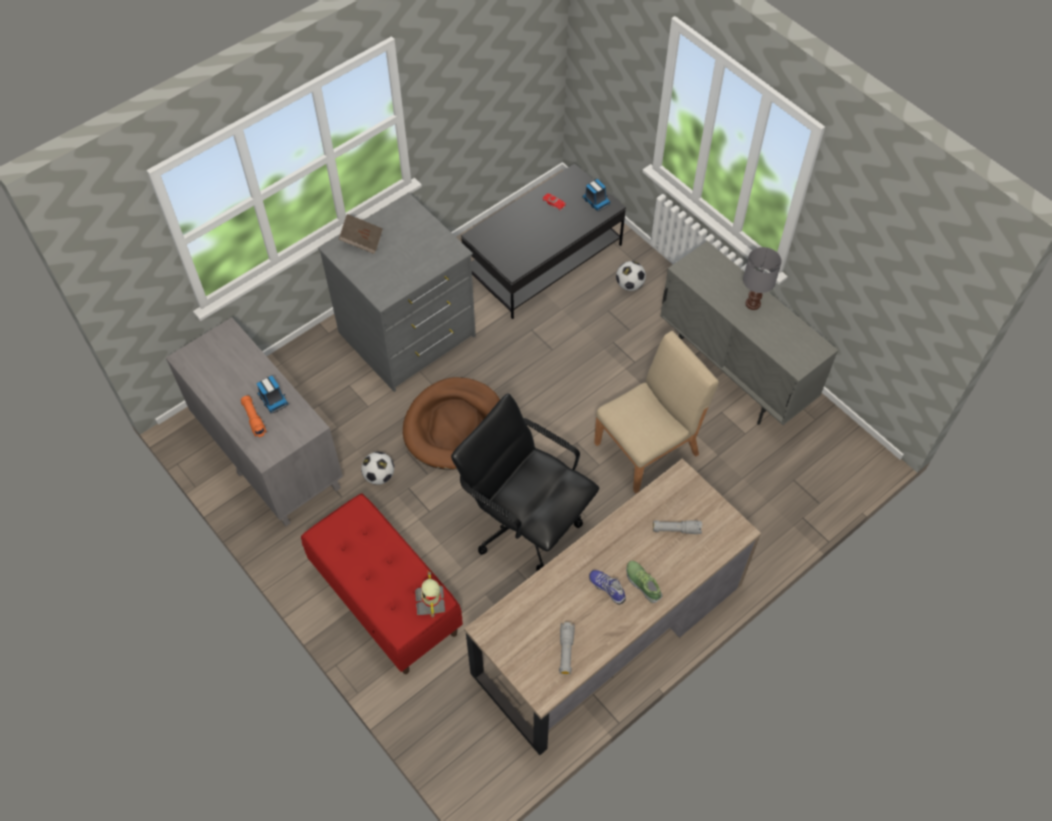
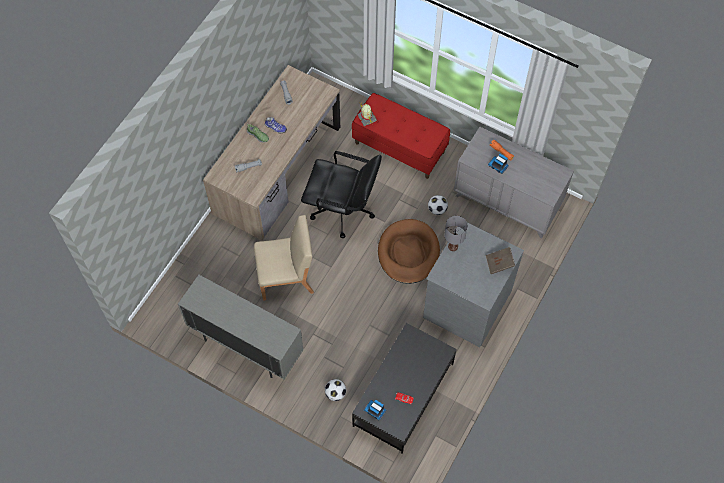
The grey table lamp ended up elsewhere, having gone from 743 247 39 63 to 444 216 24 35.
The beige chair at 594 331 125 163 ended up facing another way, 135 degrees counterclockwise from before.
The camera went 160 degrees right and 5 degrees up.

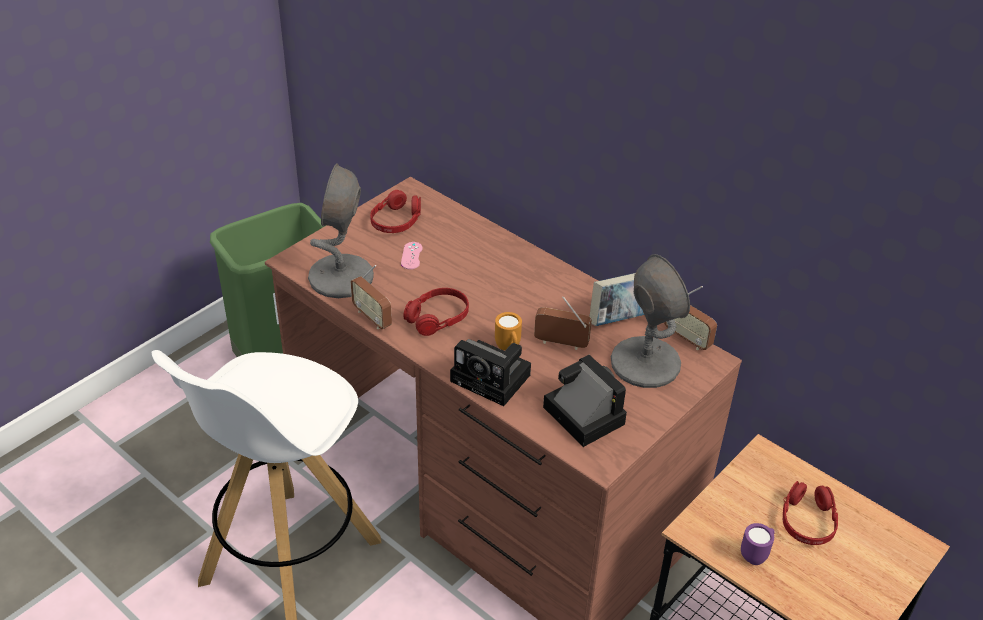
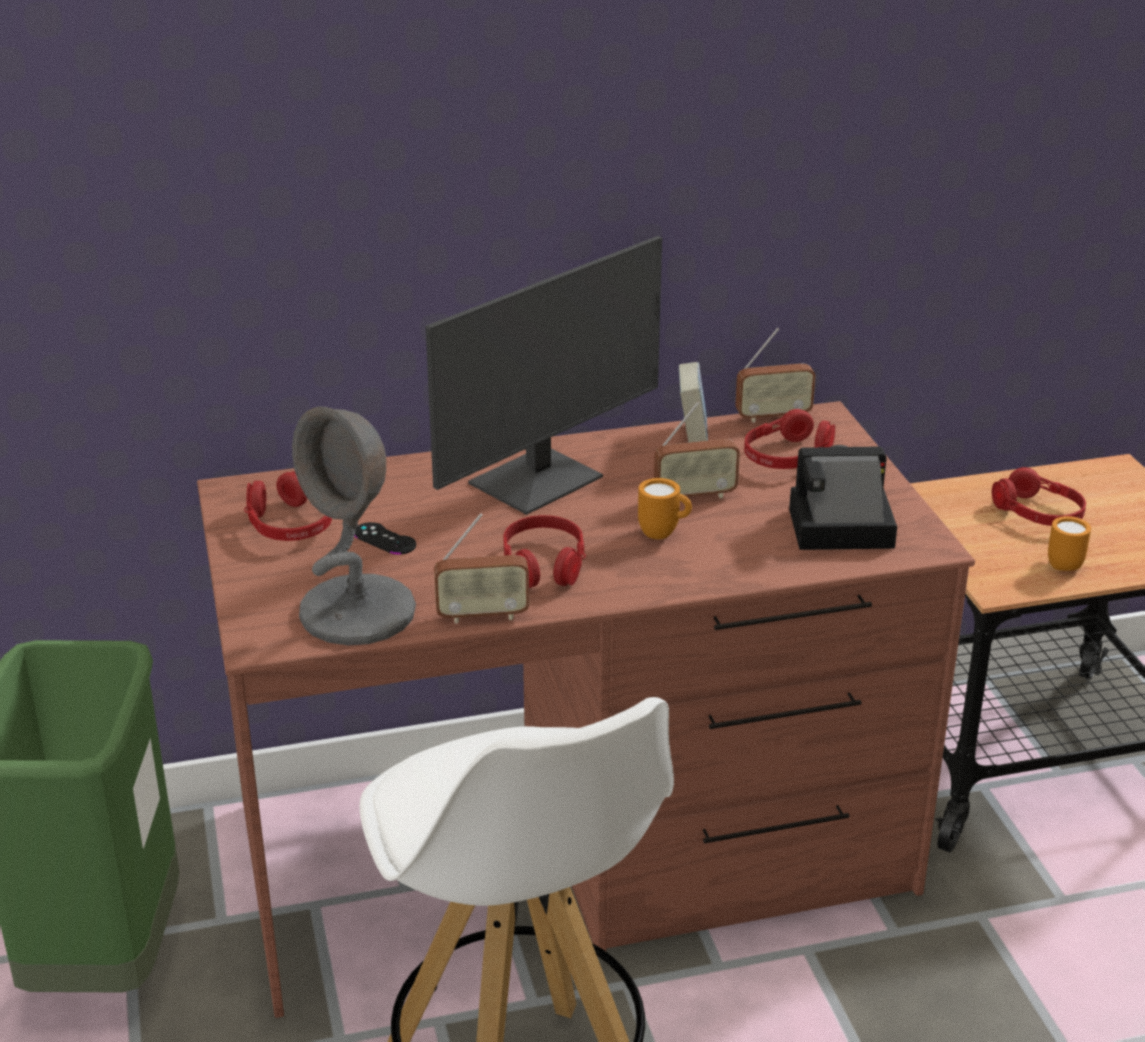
The second view lost the photo camera at 450 339 81 67.
The second view gained the monitor at 425 236 237 279.
Where the grey table lamp stood at 611 254 79 134, the red headphones came to stand at 744 409 91 60.
What was the pink game controller at 401 242 22 27 turned into the black game controller at 354 522 62 33.
What was the purple mug at 741 523 34 42 turned into the orange mug at 1048 516 43 55.
The radio at 534 296 58 54 ended up facing another way, 150 degrees counterclockwise from before.
The camera went 55 degrees left and 10 degrees down.

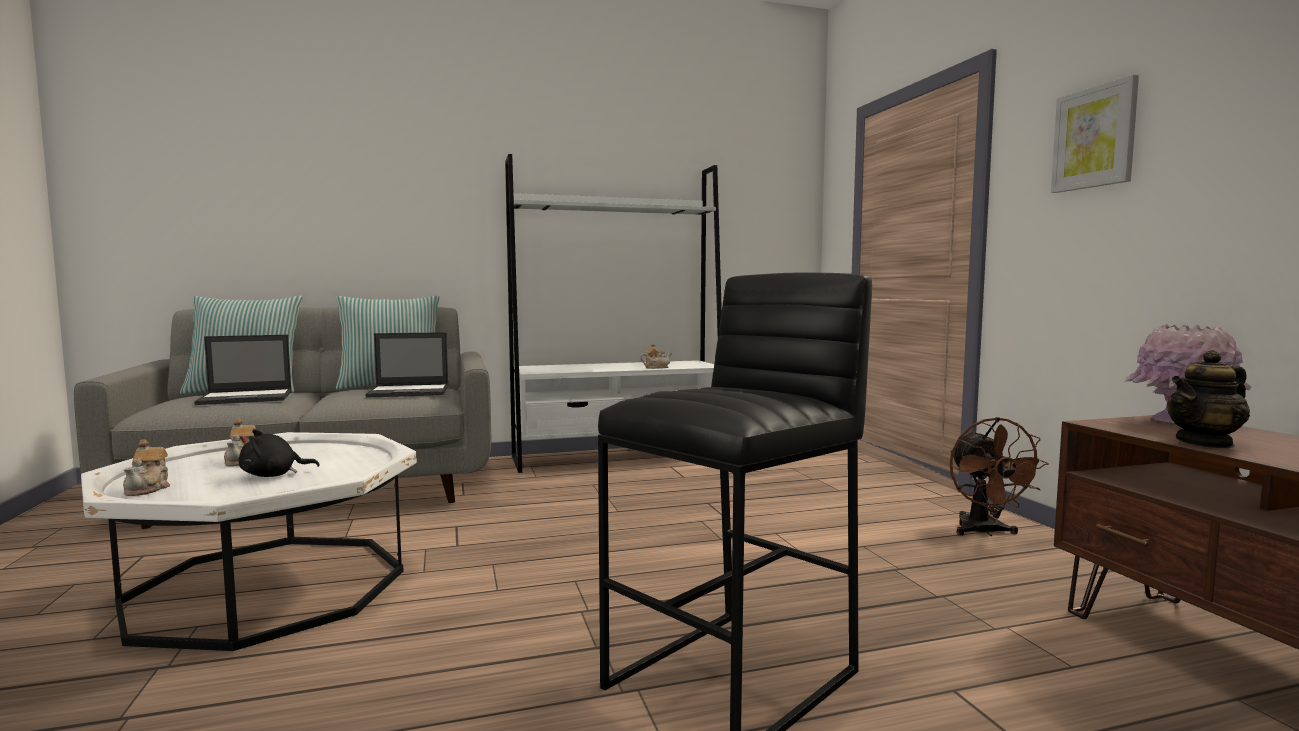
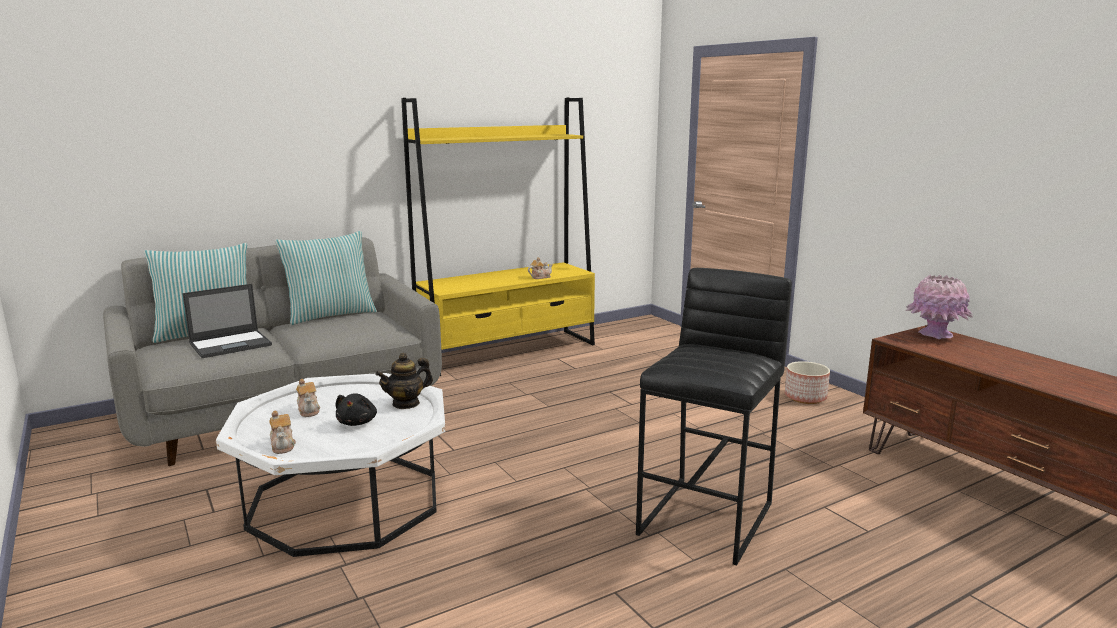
The second view lost the laptop at 365 332 83 65.
The second view lost the picture at 1051 75 88 118.
The teapot ended up elsewhere, having gone from 1167 350 83 98 to 375 353 58 56.
Where the brown fan stood at 950 417 99 119, the planter came to stand at 785 361 45 43.
What was the white bookcase at 505 154 217 319 turned into the yellow bookcase at 401 97 194 279.
The black plush toy at 239 429 81 48 ended up facing another way, 45 degrees counterclockwise from before.
The camera went 15 degrees left and 10 degrees up.

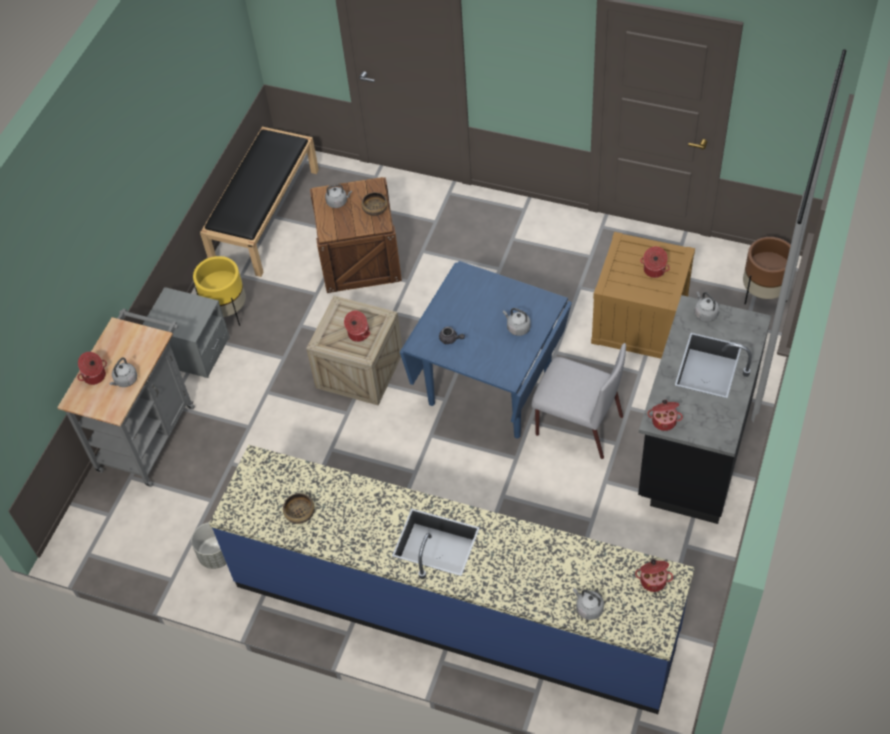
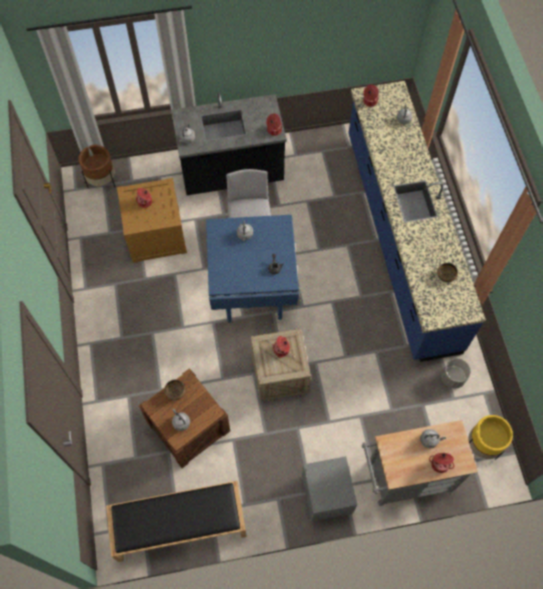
The yellow planter ended up elsewhere, having gone from 193 256 53 70 to 468 415 45 45.
The camera went 125 degrees left and 10 degrees up.

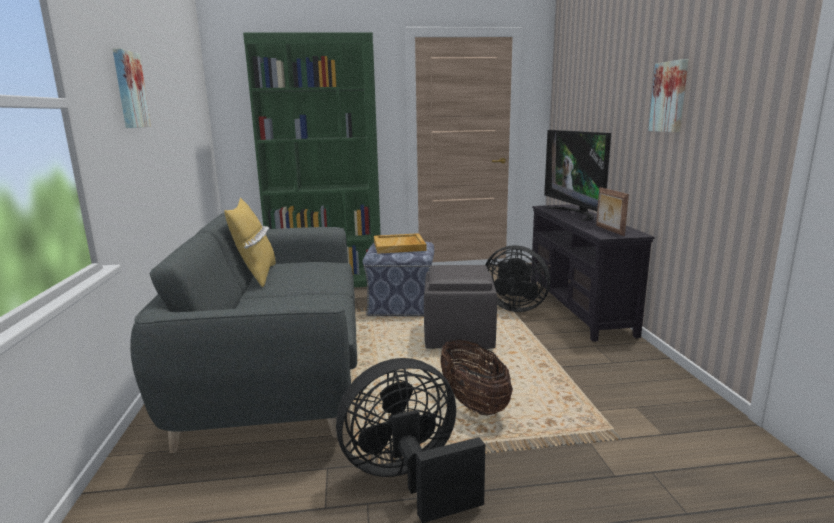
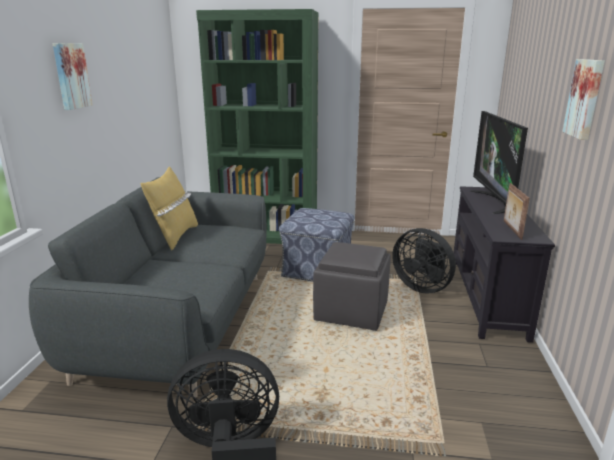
The second view lost the beige tray at 374 233 52 21.
The second view lost the basket at 440 339 73 76.
The camera went 15 degrees right and 5 degrees up.

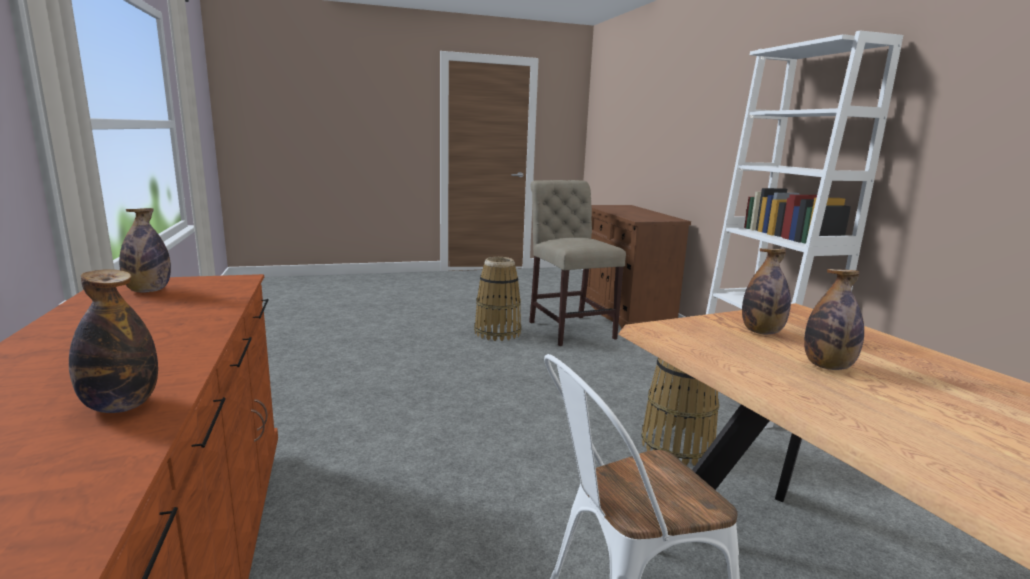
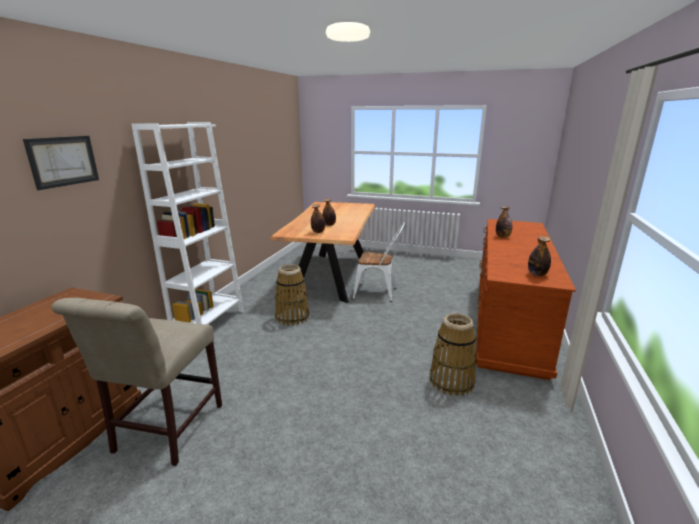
The second view gained the picture at 23 136 76 54.
The basket ended up elsewhere, having gone from 474 257 47 84 to 430 313 47 83.
The camera went 145 degrees left and 5 degrees up.

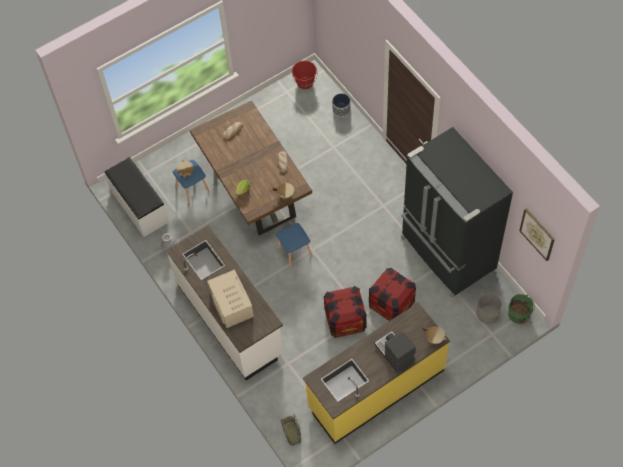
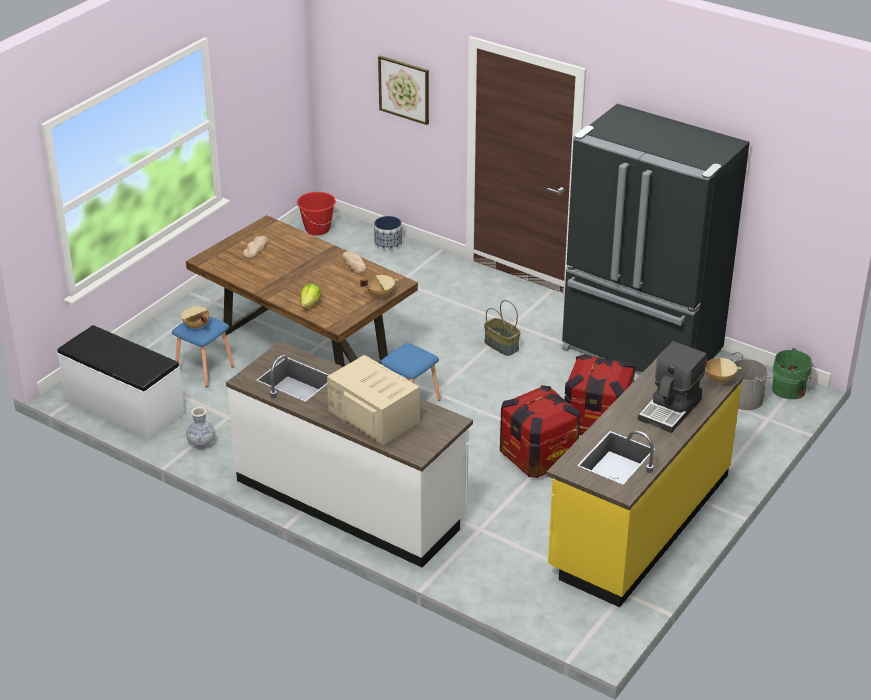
The basket ended up elsewhere, having gone from 281 414 20 32 to 484 300 37 56.
The picture ended up elsewhere, having gone from 519 208 36 53 to 378 56 51 69.
The coffee machine at 374 331 42 42 ended up facing another way, 90 degrees counterclockwise from before.
The camera went 25 degrees left and 25 degrees down.

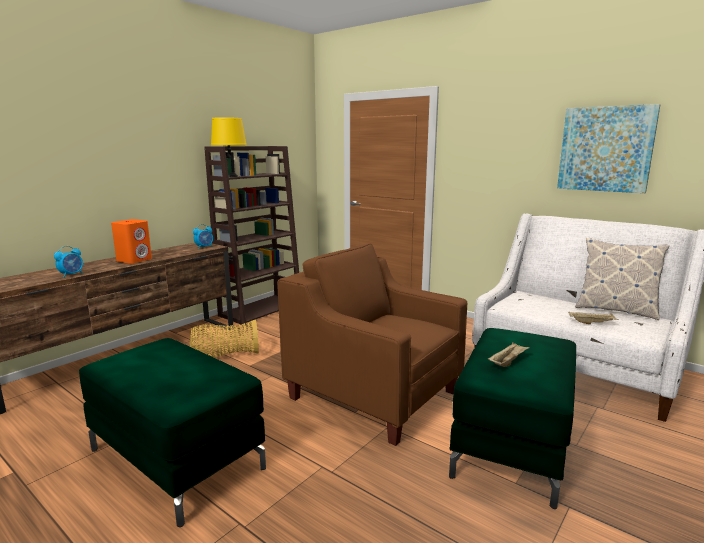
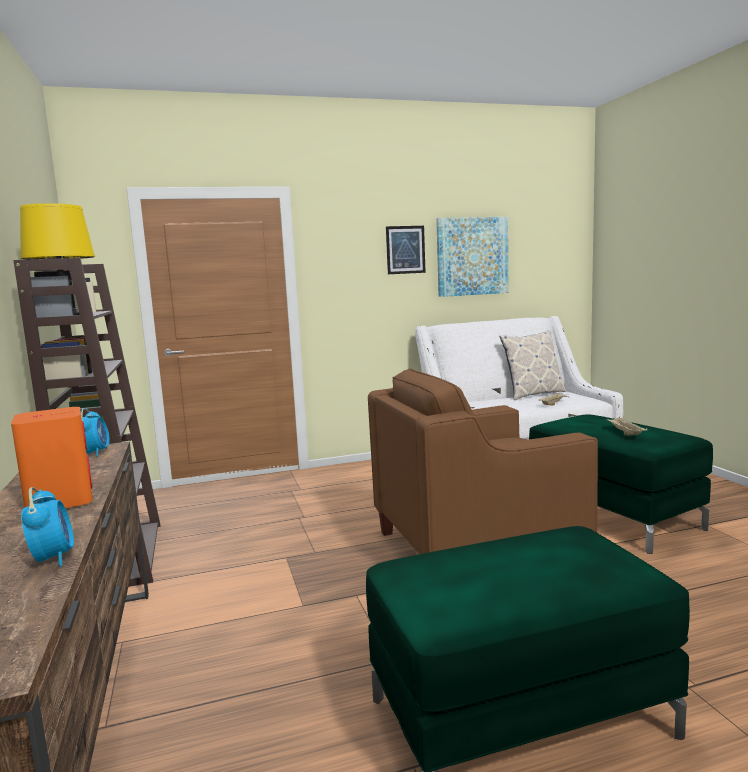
The second view lost the basket at 190 319 69 39.
The second view gained the picture at 386 226 40 48.
The camera went 55 degrees left and 5 degrees down.

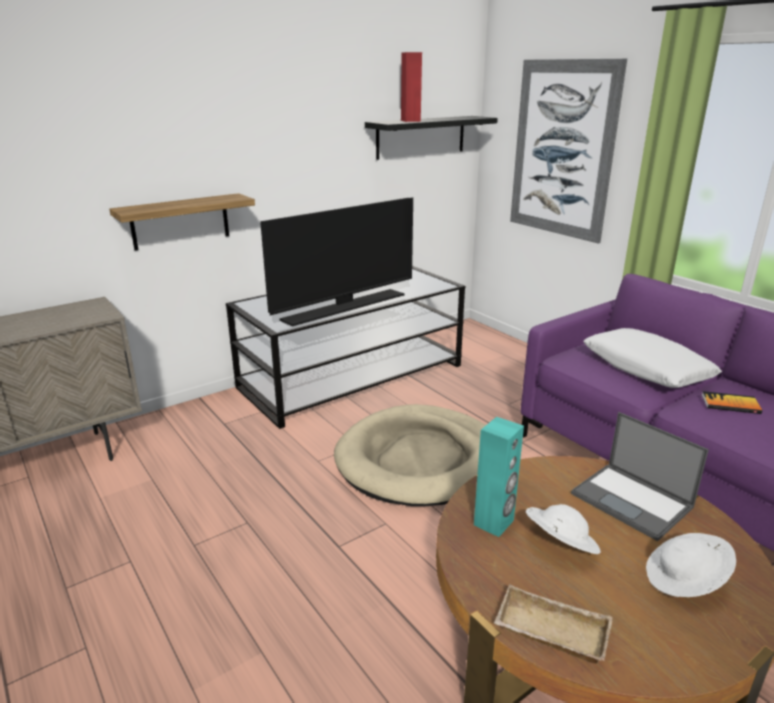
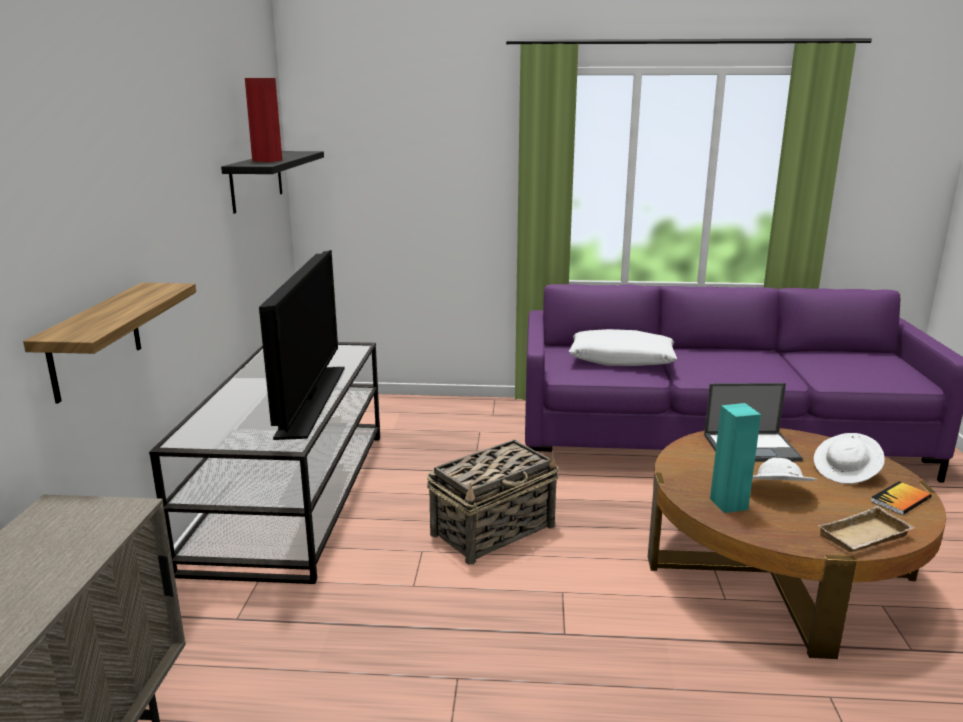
The second view lost the picture at 510 59 117 185.
The book ended up elsewhere, having gone from 702 391 60 23 to 870 481 62 34.
Where the beige dog bed stood at 334 404 152 102, the basket came to stand at 427 439 132 126.
The camera went 50 degrees left and 5 degrees down.

